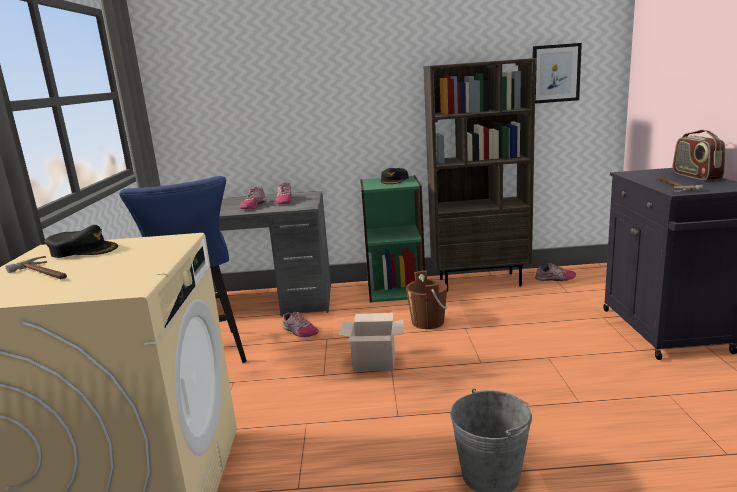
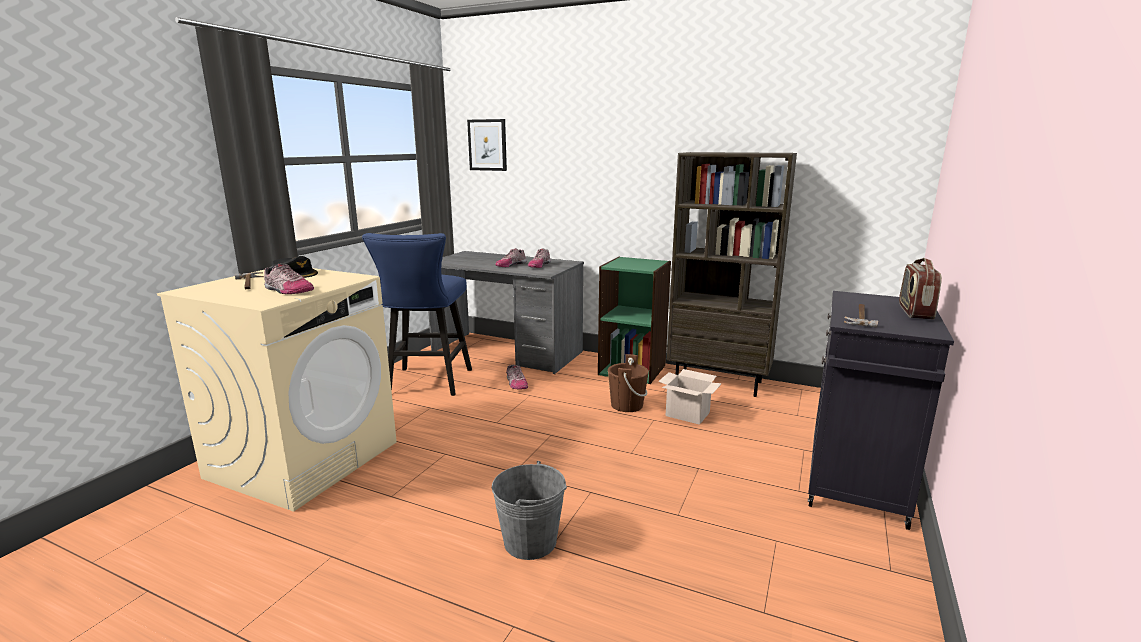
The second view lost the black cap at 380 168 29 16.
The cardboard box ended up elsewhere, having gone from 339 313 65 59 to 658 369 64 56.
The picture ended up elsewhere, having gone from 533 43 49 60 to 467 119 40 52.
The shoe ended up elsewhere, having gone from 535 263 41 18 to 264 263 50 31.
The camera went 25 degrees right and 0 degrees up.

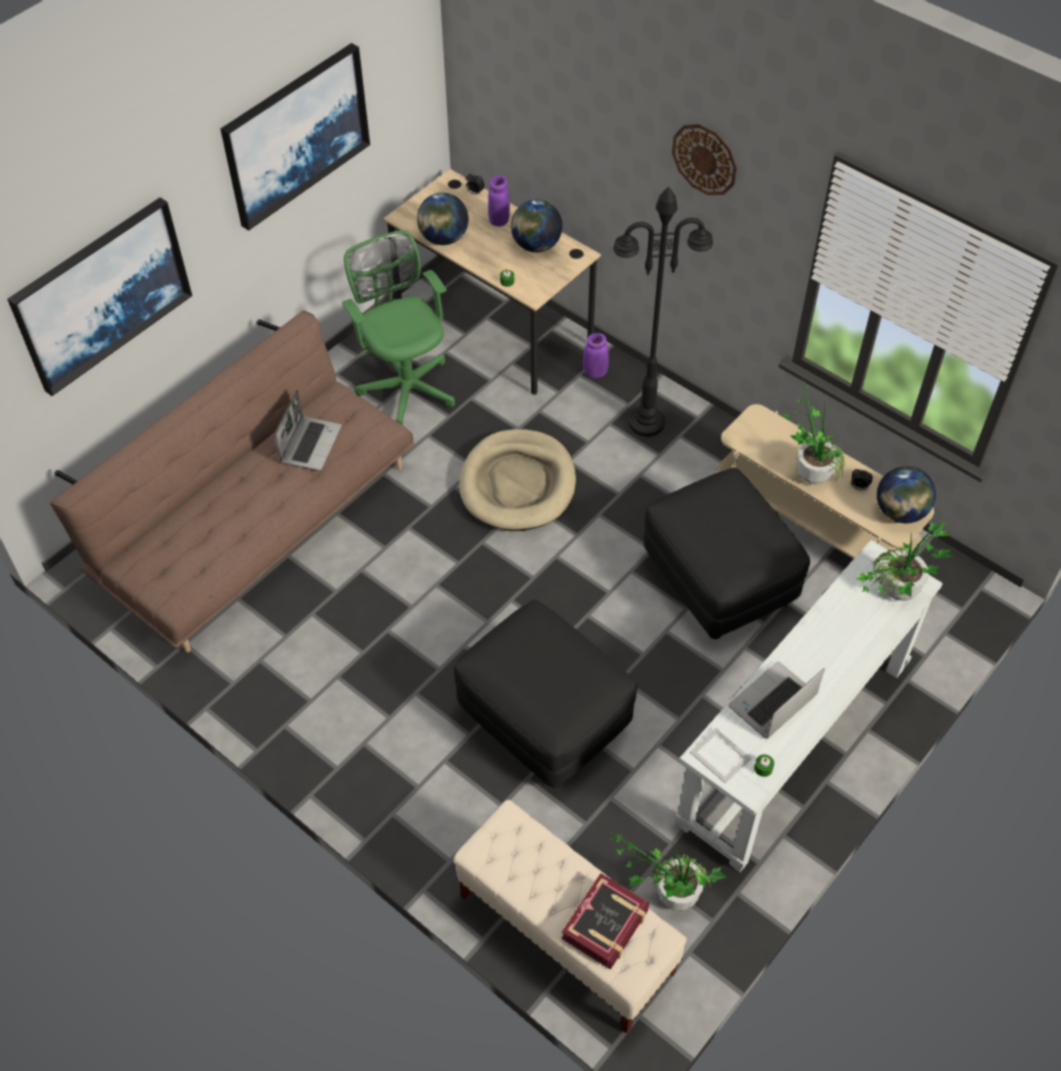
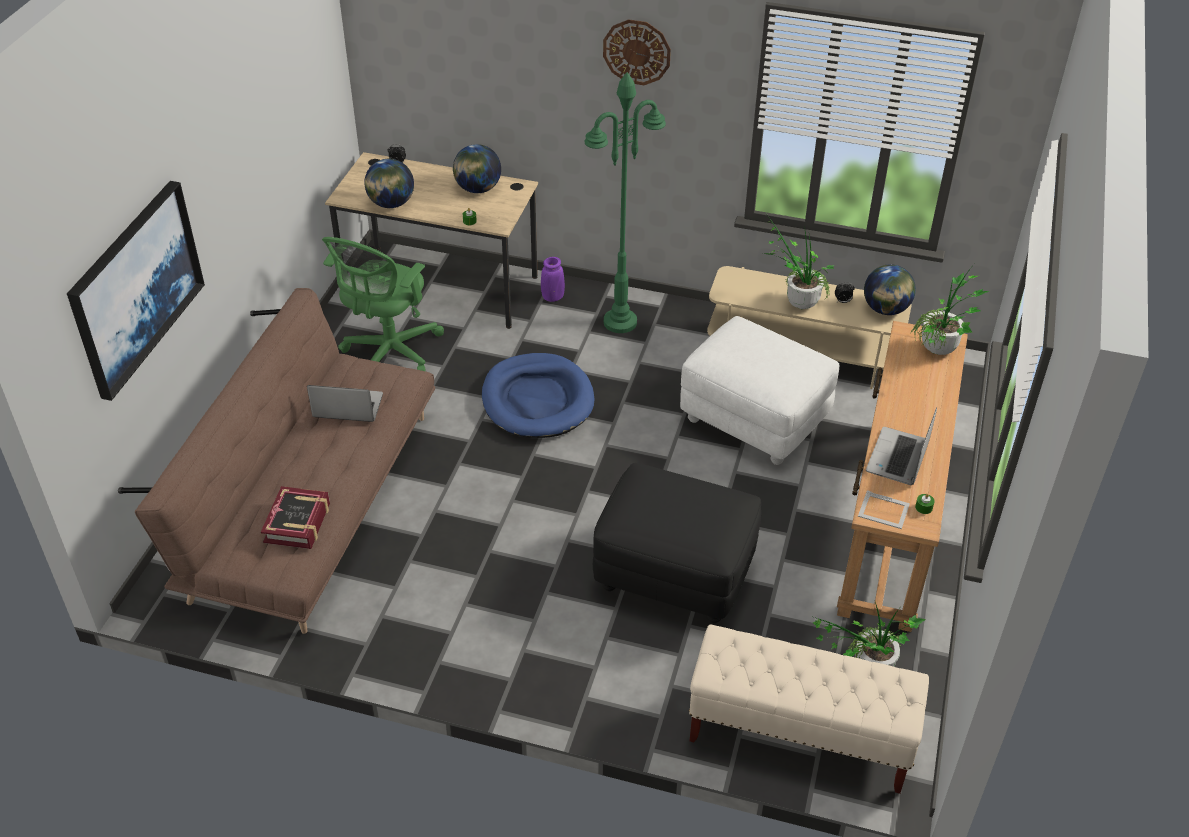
The second view lost the picture at 221 43 149 188.
The second view lost the purple vase at 488 175 22 52.
The book ended up elsewhere, having gone from 561 873 88 97 to 261 486 69 63.
What was the beige dog bed at 459 429 117 102 turned into the blue dog bed at 482 353 112 85.
What was the black floor lamp at 613 187 100 250 turned into the green floor lamp at 585 72 81 261.
What was the black ottoman at 644 468 166 171 turned into the white ottoman at 680 316 159 149.
What was the white console table at 674 540 269 332 turned into the brown console table at 837 321 131 311.
The laptop at 274 389 68 82 ended up facing another way, 75 degrees counterclockwise from before.
The green office chair at 342 230 113 195 ended up facing another way, 105 degrees counterclockwise from before.
The camera went 25 degrees left and 10 degrees down.

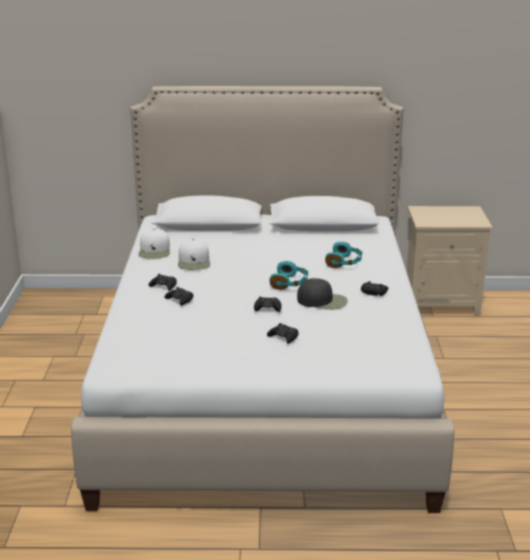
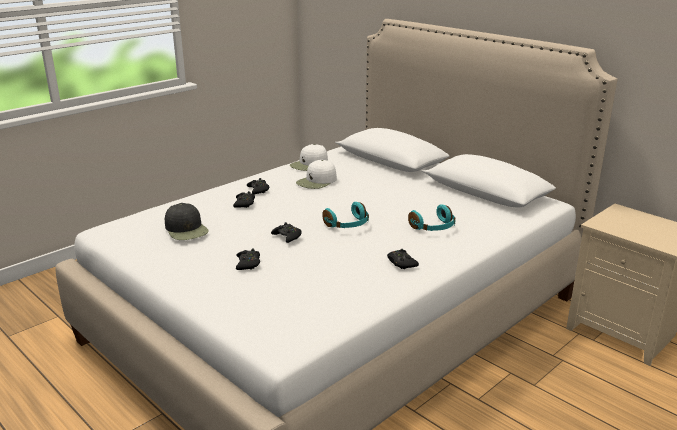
The black cap ended up elsewhere, having gone from 297 278 51 32 to 165 203 44 37.
The camera went 45 degrees right and 0 degrees up.

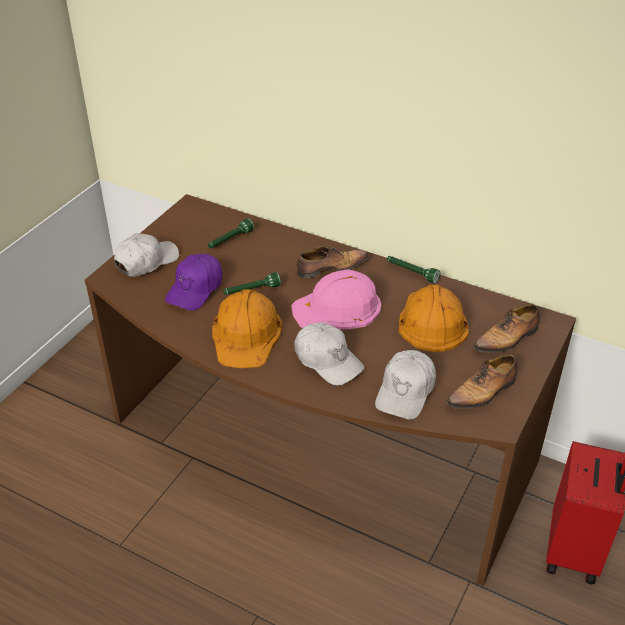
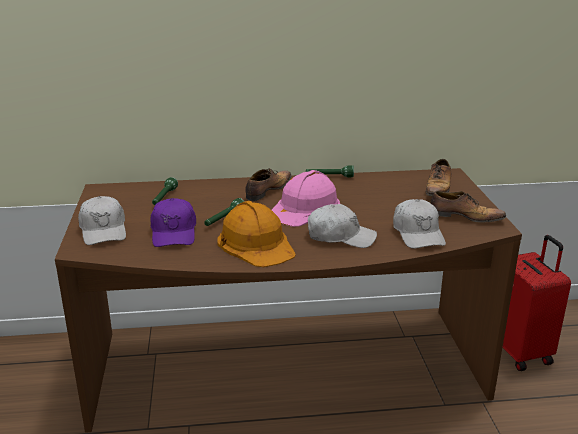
The second view lost the orange hard hat at 399 284 70 68.
The white cap at 114 233 65 44 ended up facing another way, 150 degrees clockwise from before.
The shoe at 446 354 72 55 ended up facing another way, 90 degrees counterclockwise from before.
The camera went 35 degrees left and 15 degrees down.

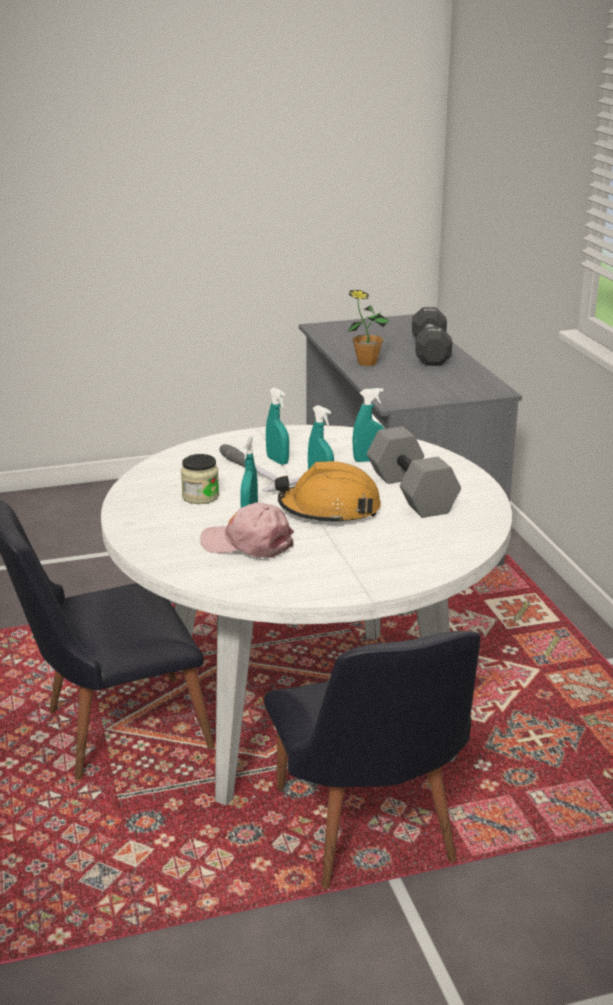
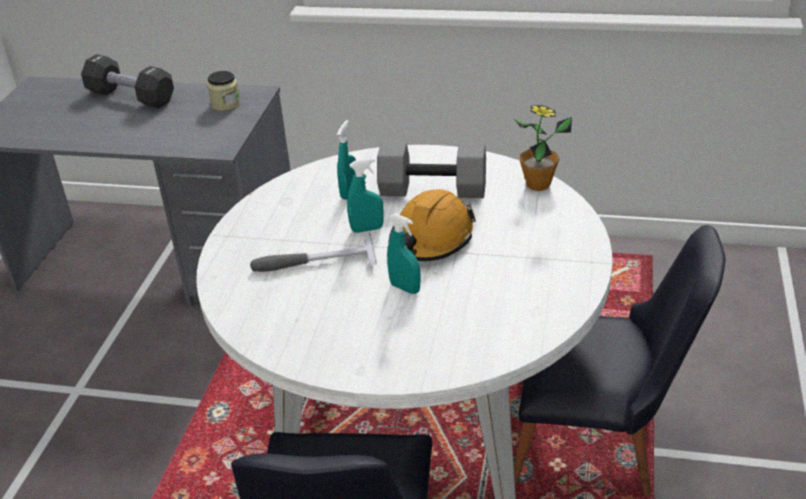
The second view lost the pink cap at 200 502 94 56.
The second view lost the turquoise spray bottle at 266 388 23 77.
The jar ended up elsewhere, having gone from 181 454 38 50 to 207 71 33 40.
The potted plant ended up elsewhere, having gone from 348 290 41 76 to 513 105 59 86.
The camera went 60 degrees left and 10 degrees up.

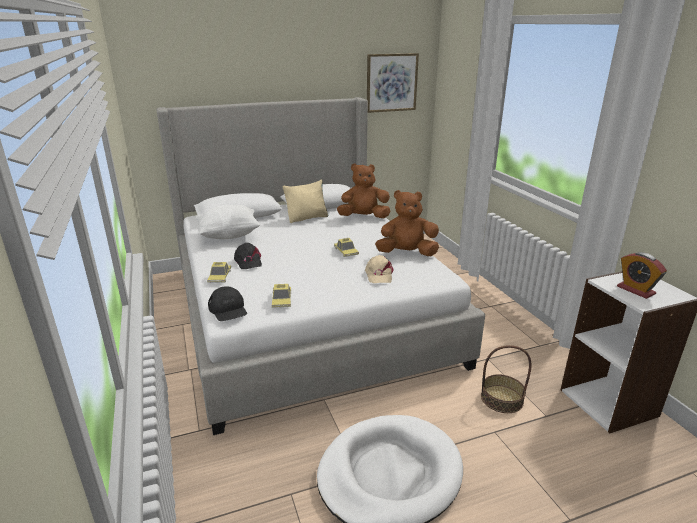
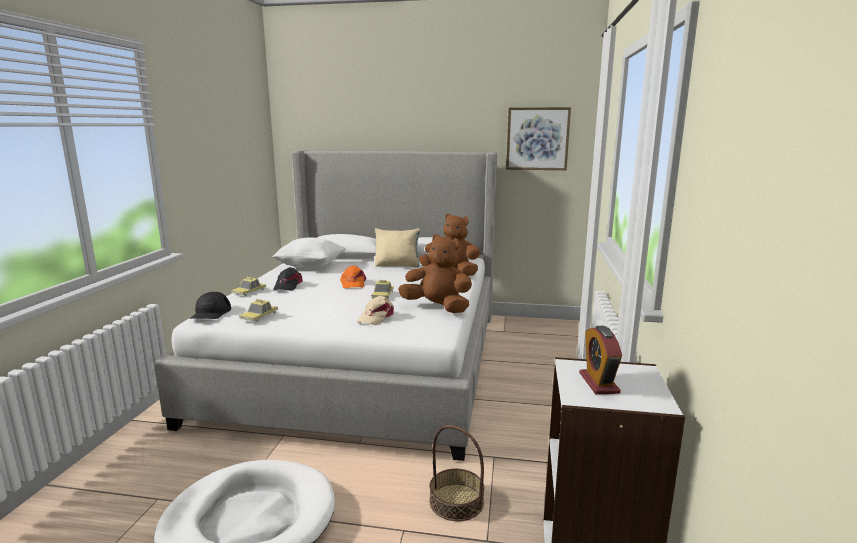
The second view gained the orange cap at 340 265 27 23.
The camera went 30 degrees right and 10 degrees down.

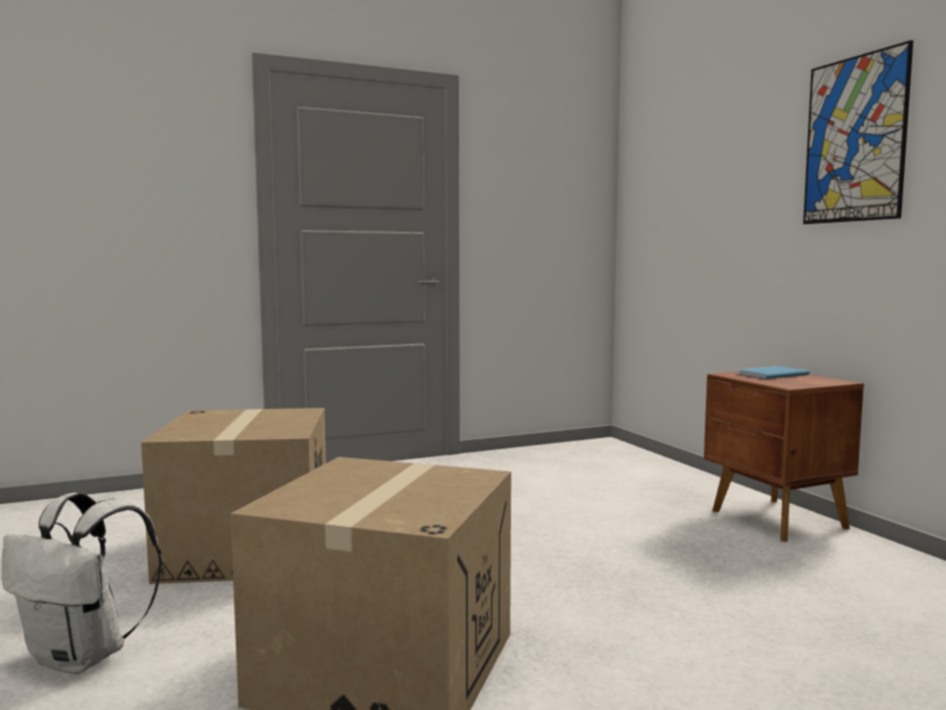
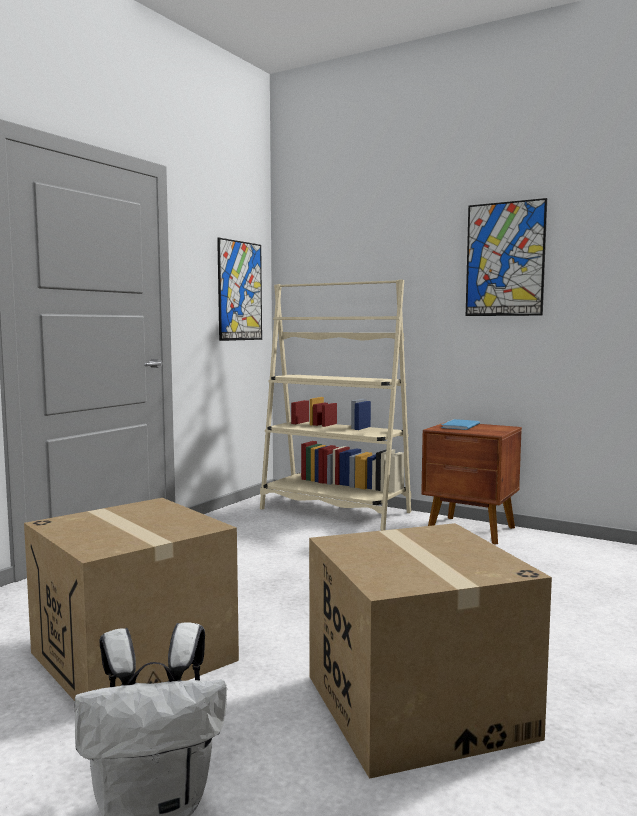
The second view gained the picture at 217 238 45 103.
The second view gained the beige bookcase at 260 279 151 251.
The camera went 35 degrees left and 0 degrees up.

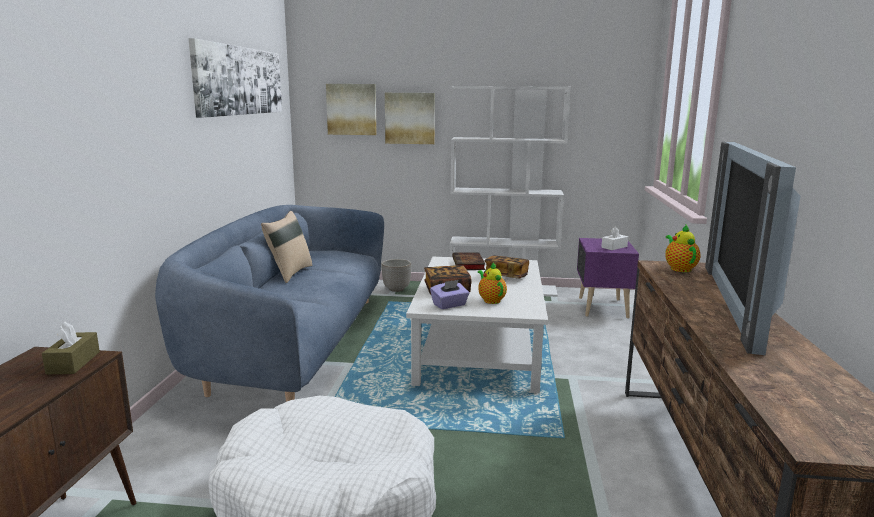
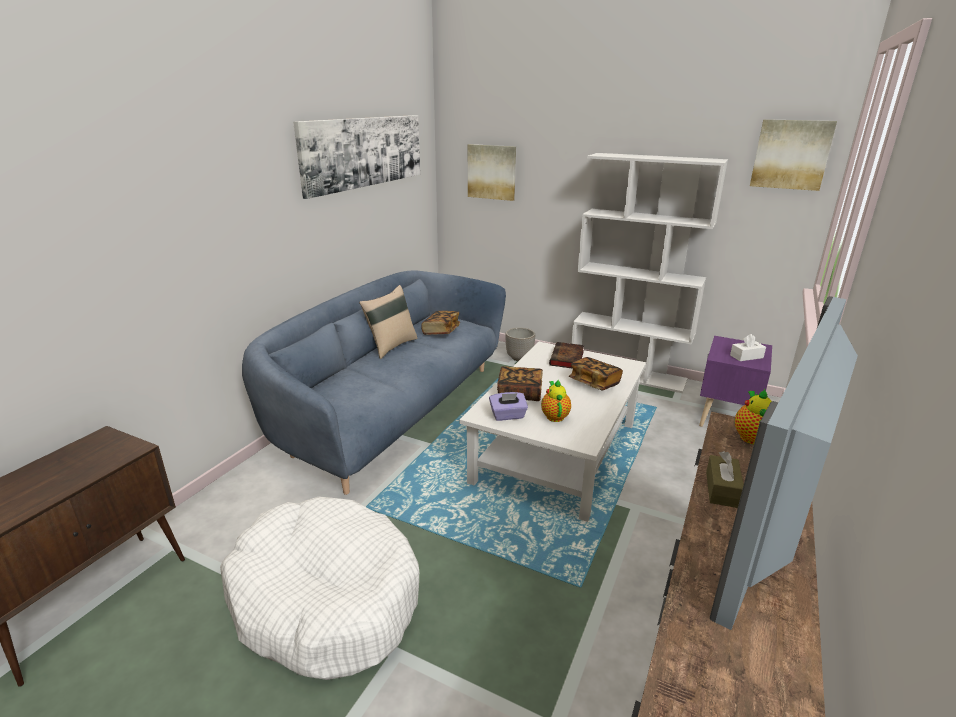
The second view gained the book at 421 311 39 24.
The brown tissue box ended up elsewhere, having gone from 42 321 58 54 to 706 451 38 57.
The picture ended up elsewhere, having gone from 385 93 50 51 to 750 119 87 72.
The camera went 20 degrees right and 10 degrees up.

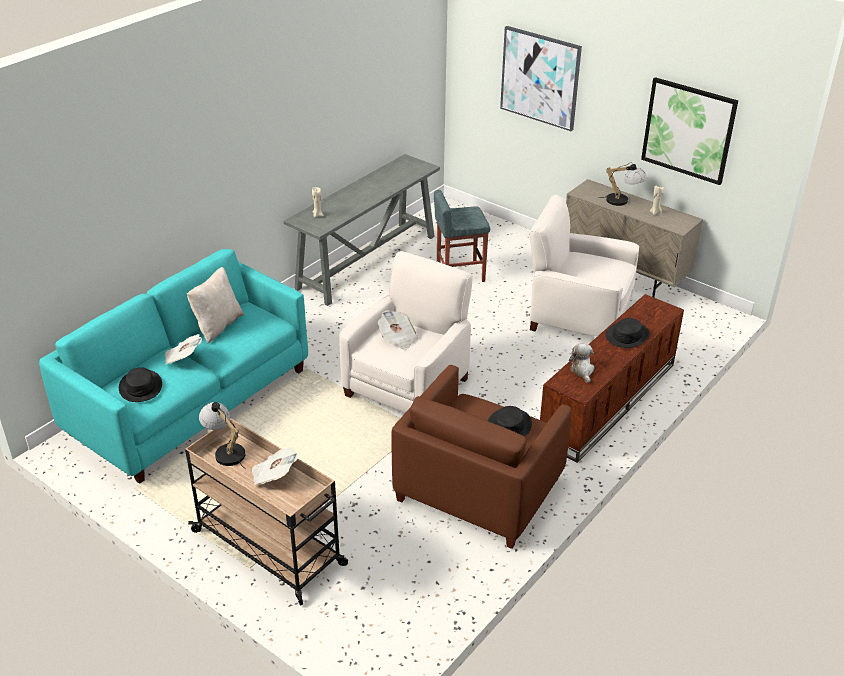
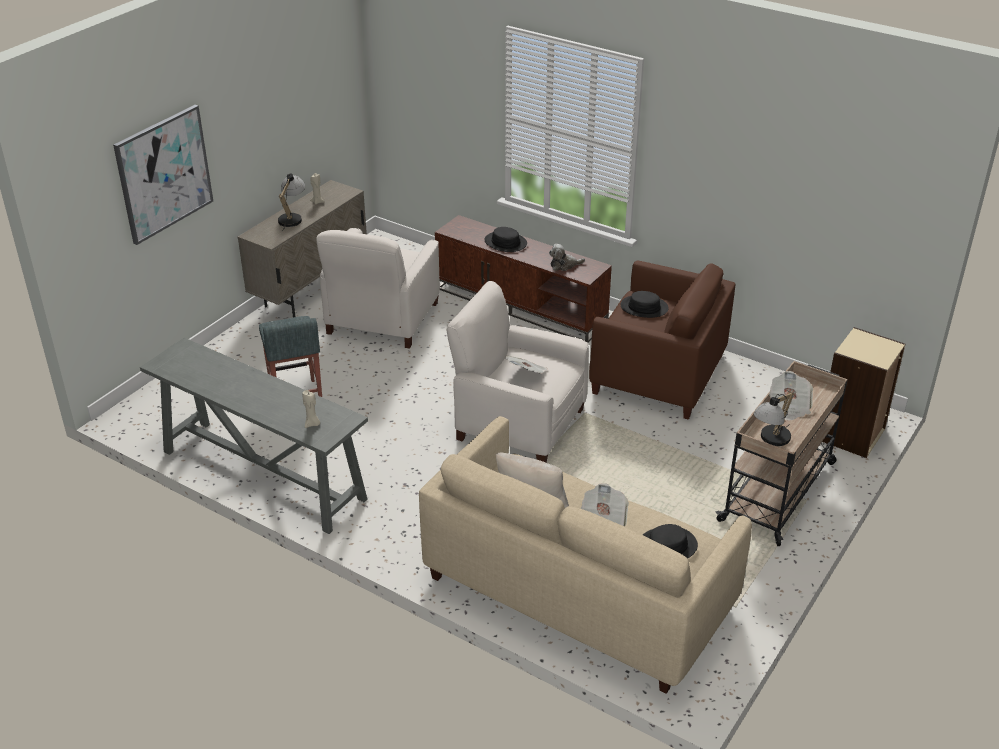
The second view lost the picture at 641 77 97 108.
The second view gained the beige bookcase at 822 327 83 131.
What was the turquoise sofa at 39 249 269 235 turned into the beige sofa at 419 416 333 278.
The camera went 95 degrees left and 0 degrees up.

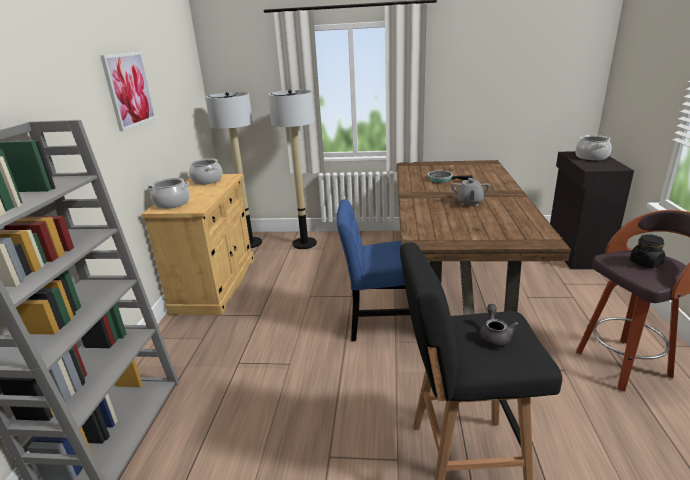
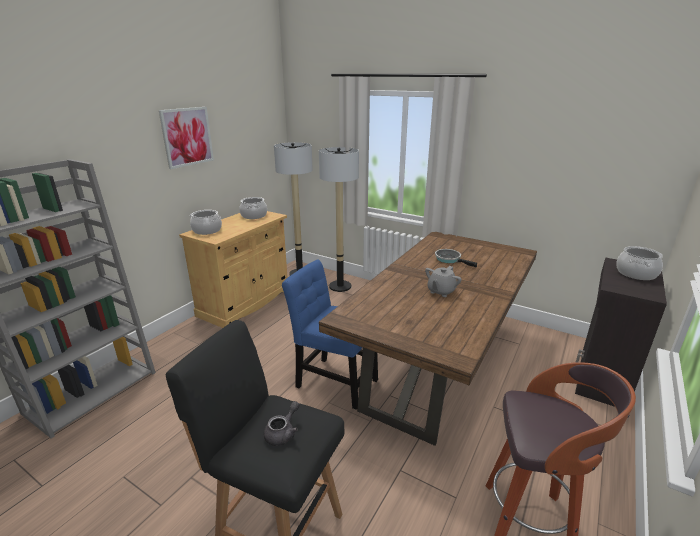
The second view lost the black jar at 630 234 35 34.
The camera went 25 degrees right and 0 degrees up.

